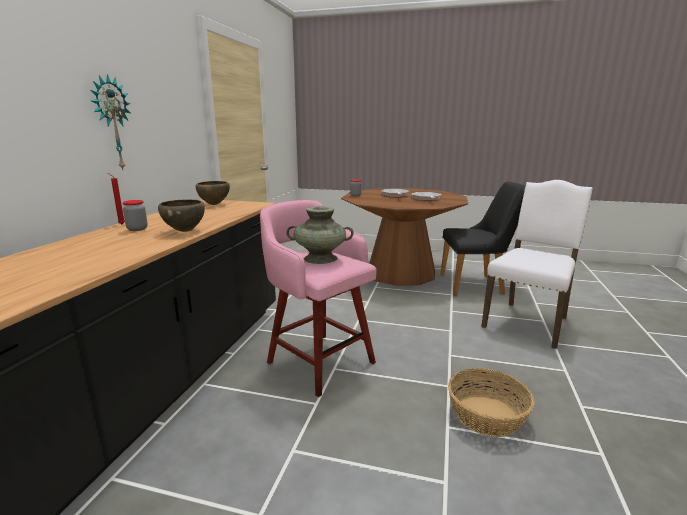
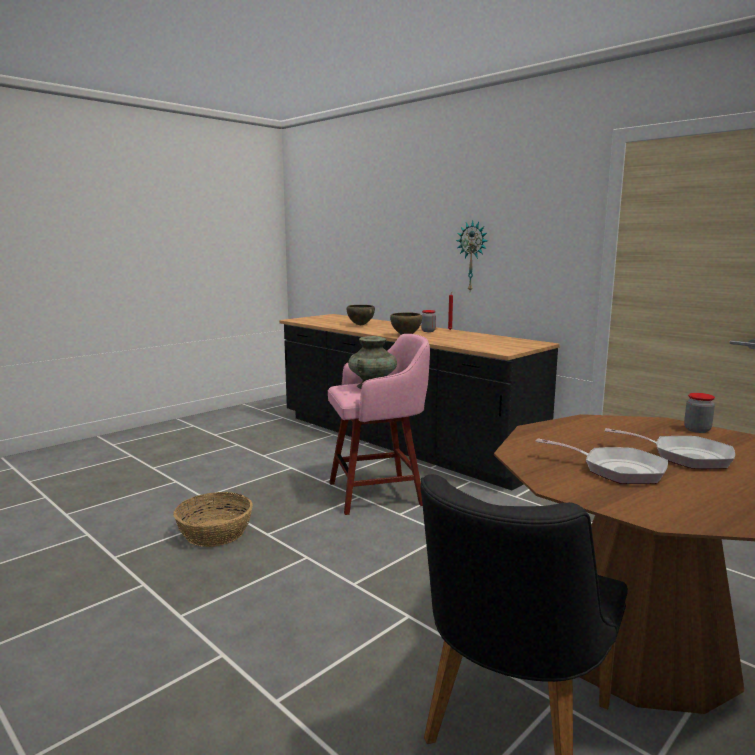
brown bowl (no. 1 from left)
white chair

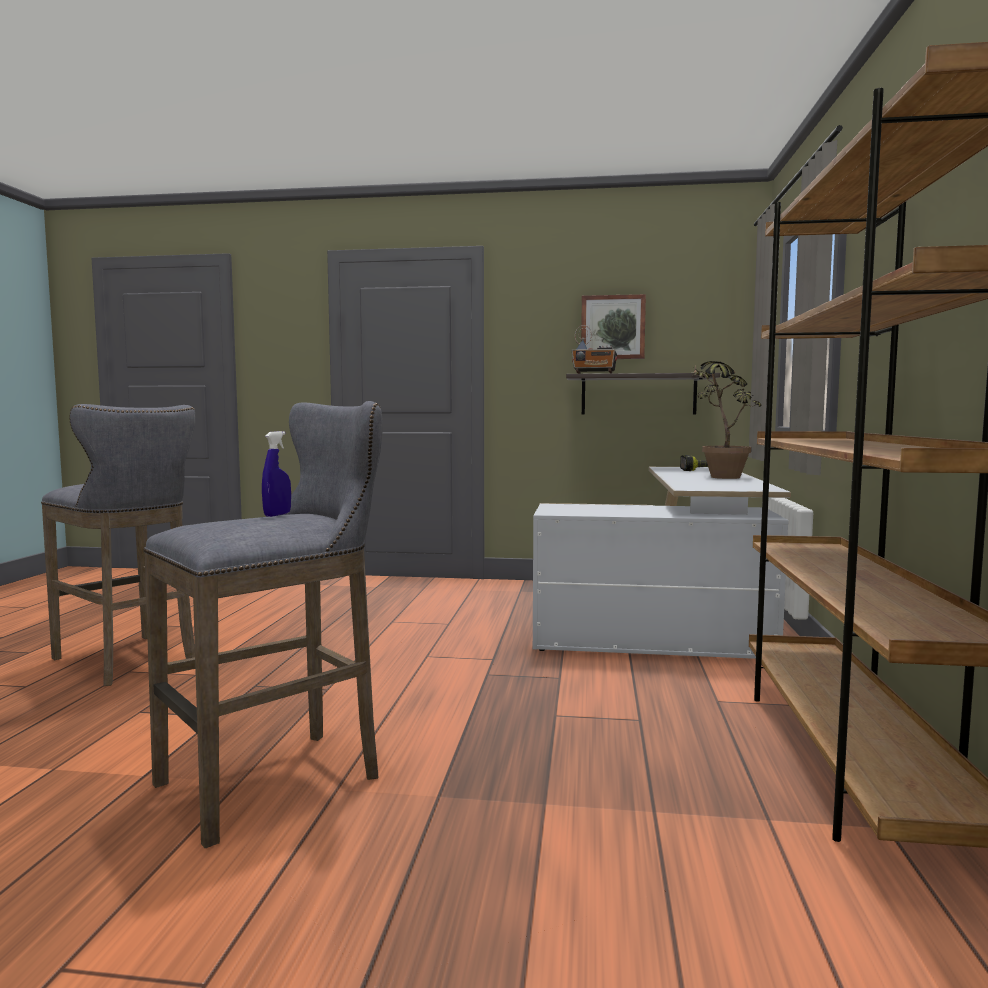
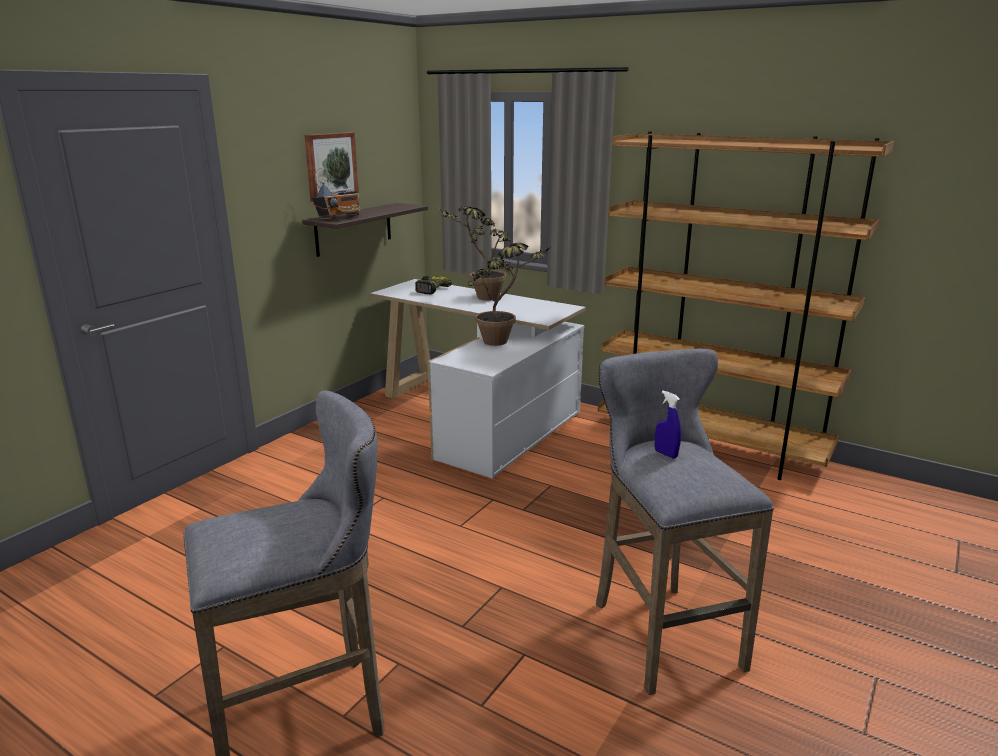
potted plant (no. 2 from left)

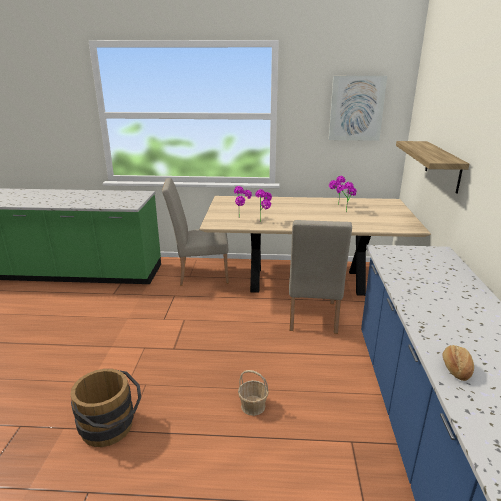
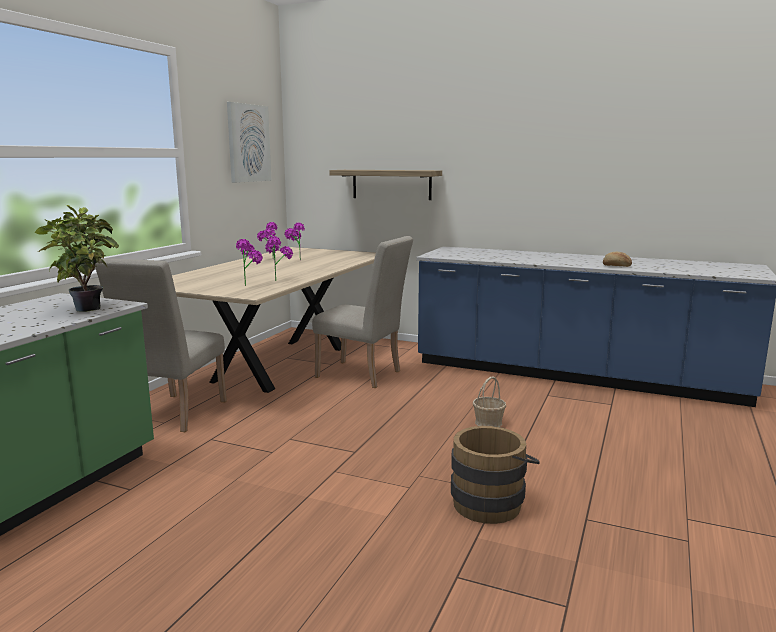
potted plant (no. 1 from left)

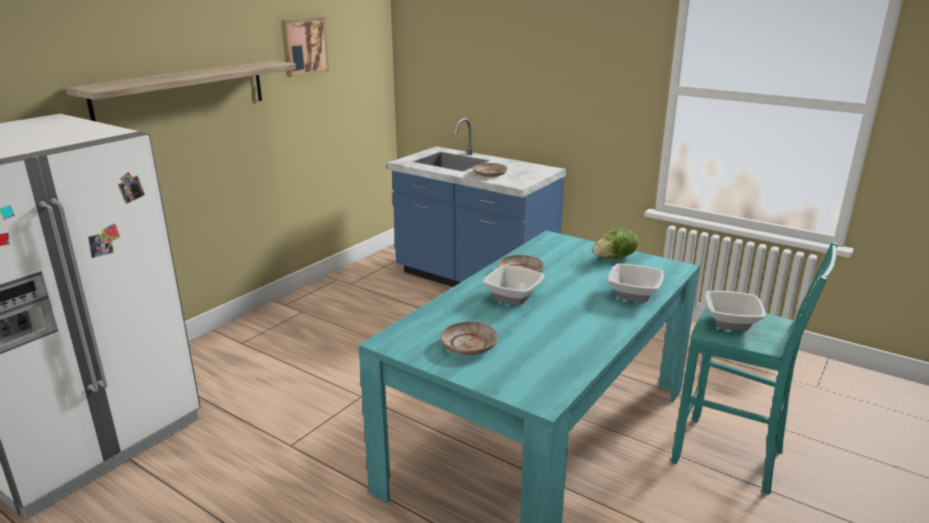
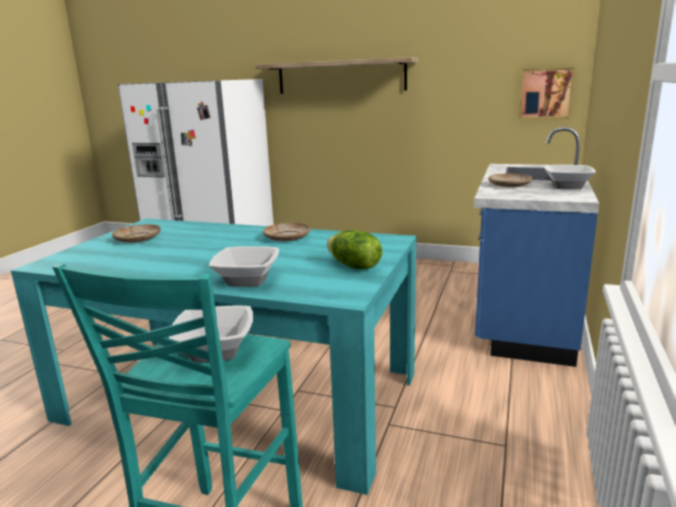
picture
bowl (no. 3 from left)

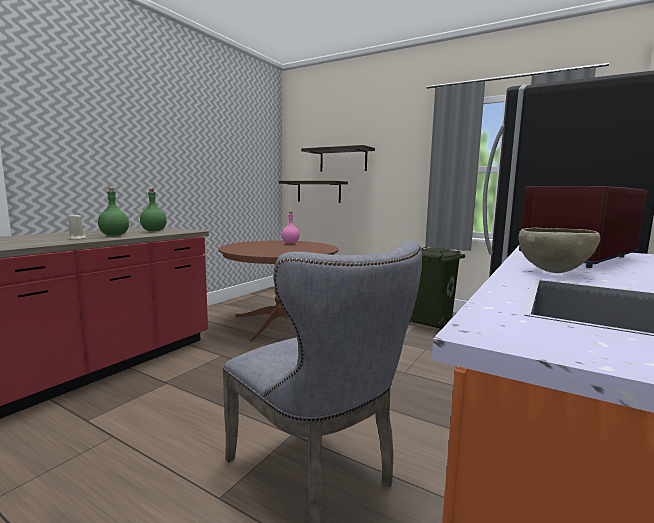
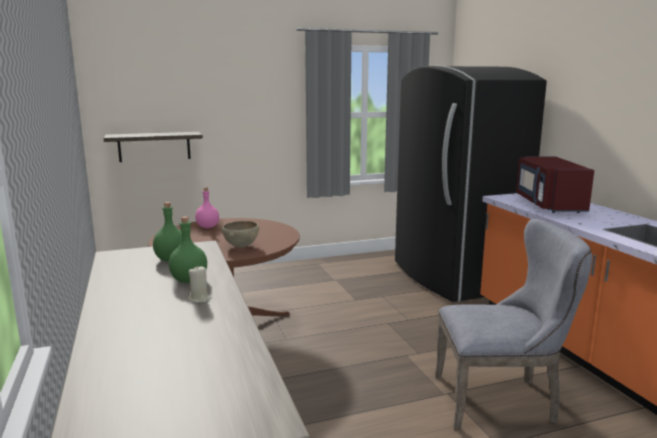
brown bowl
shelf (no. 2 from left in the first image)
green trash can

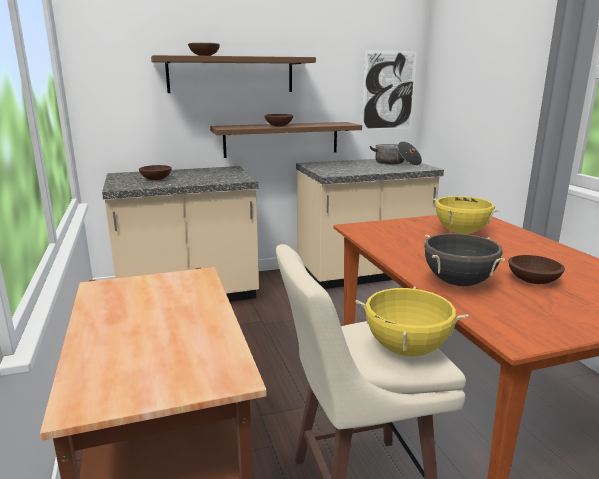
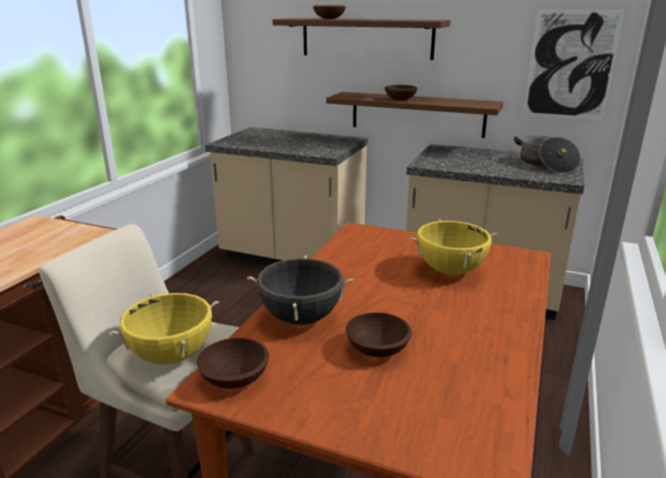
brown bowl (no. 1 from left)

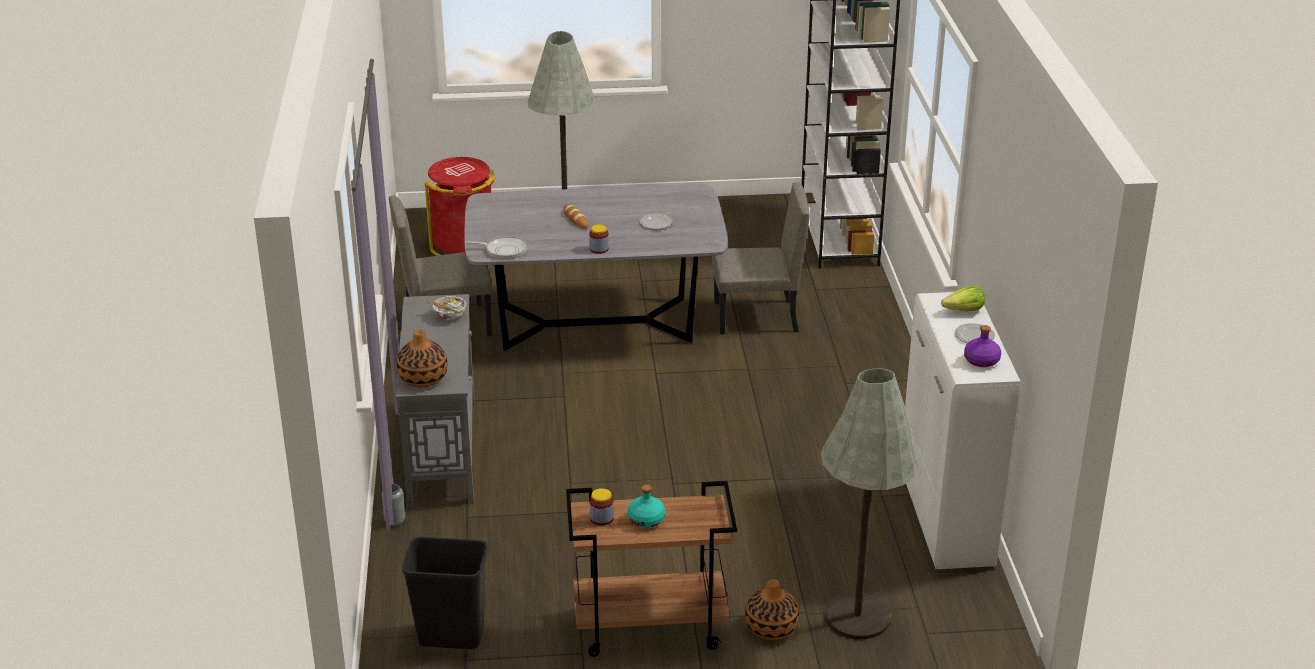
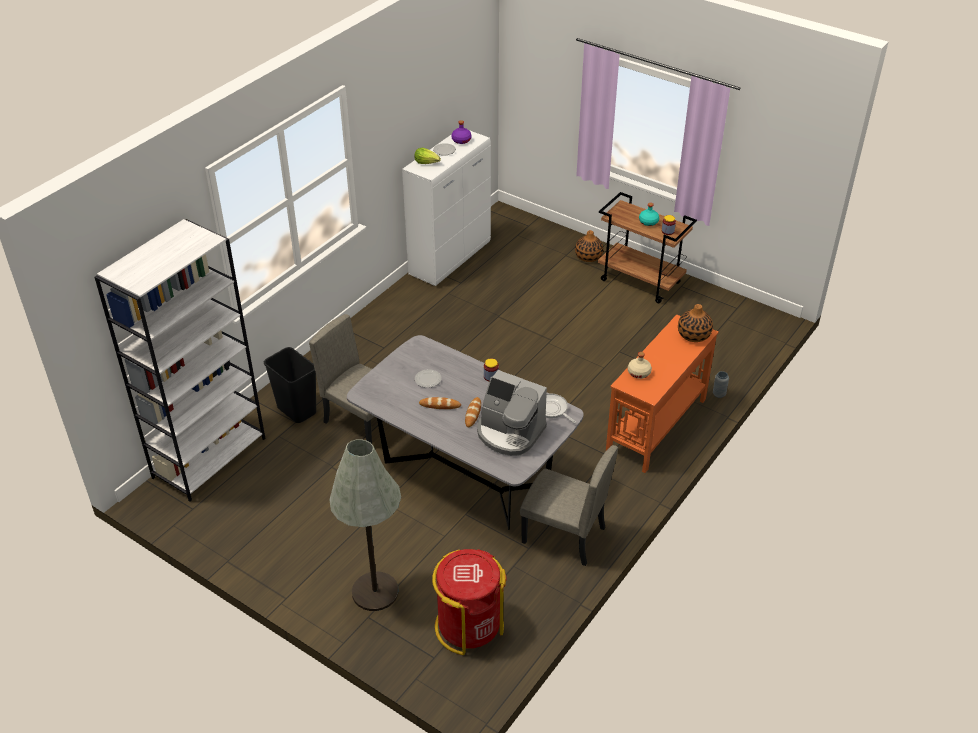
black trash can
bread (no. 1 from left)
coffee machine
orange console table
beige bottle
grey floor lamp (no. 2 from left in the first image)

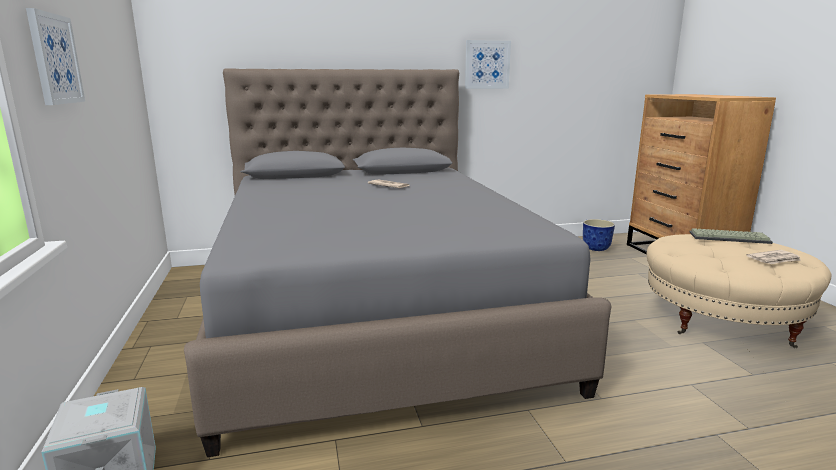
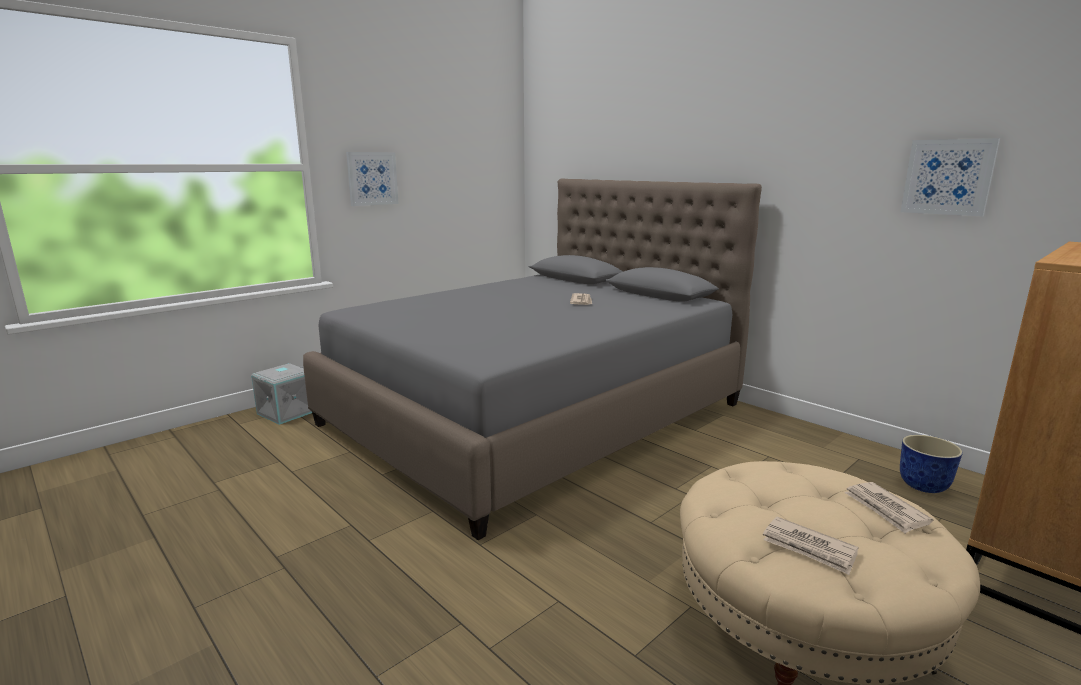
newspaper (no. 3 from left)
picture (no. 2 from left)

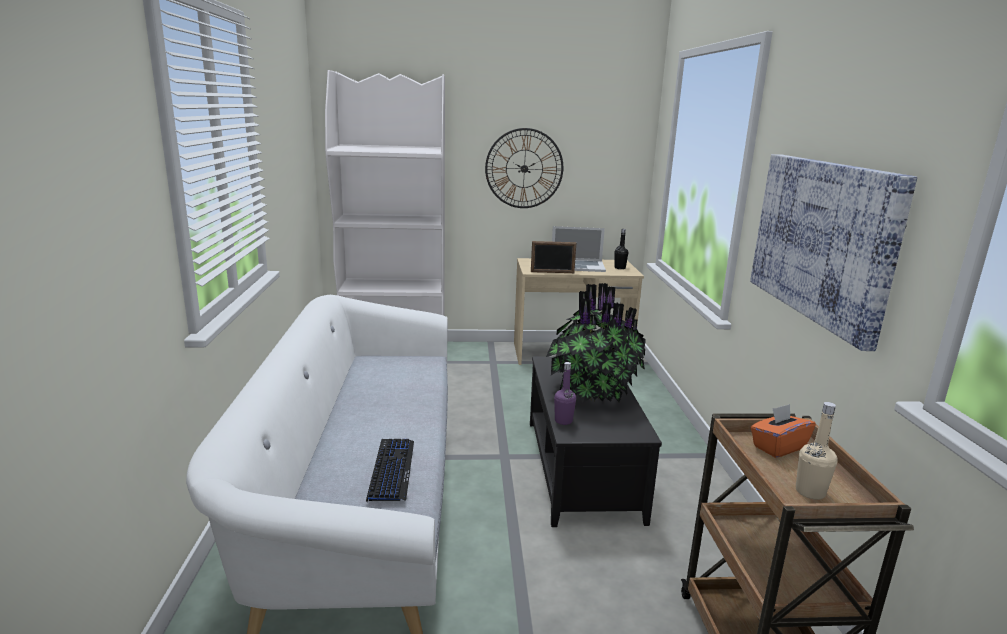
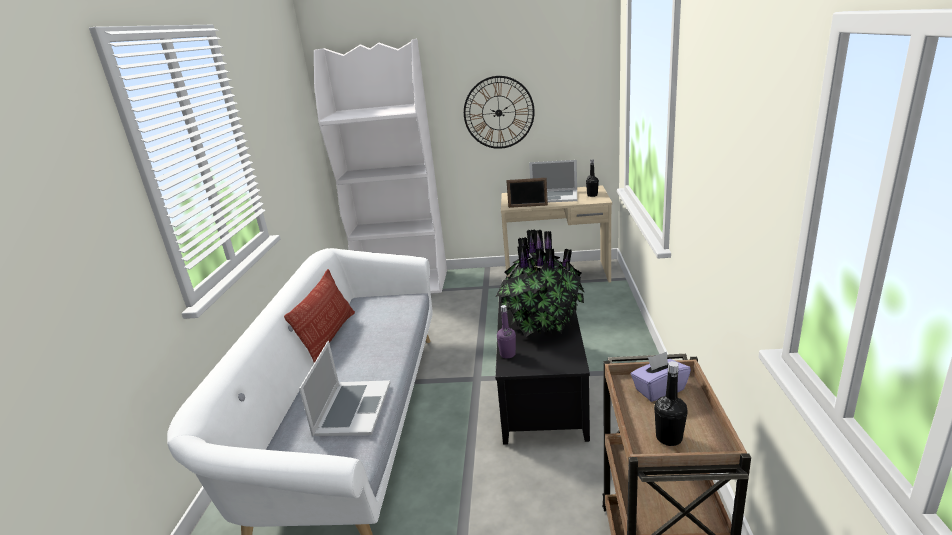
pillow
laptop (no. 1 from left)
purple tissue box
black bottle (no. 2 from left)
picture

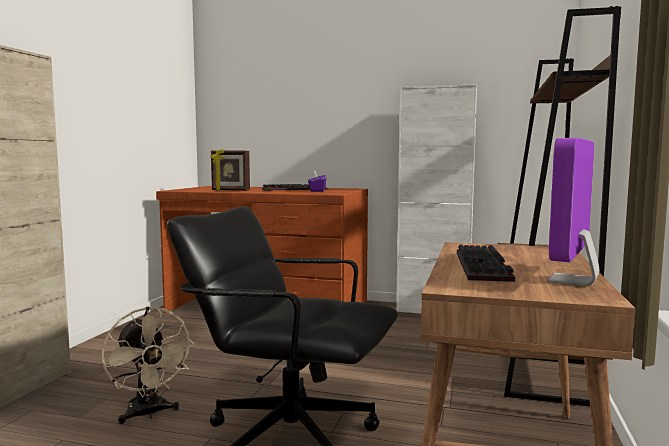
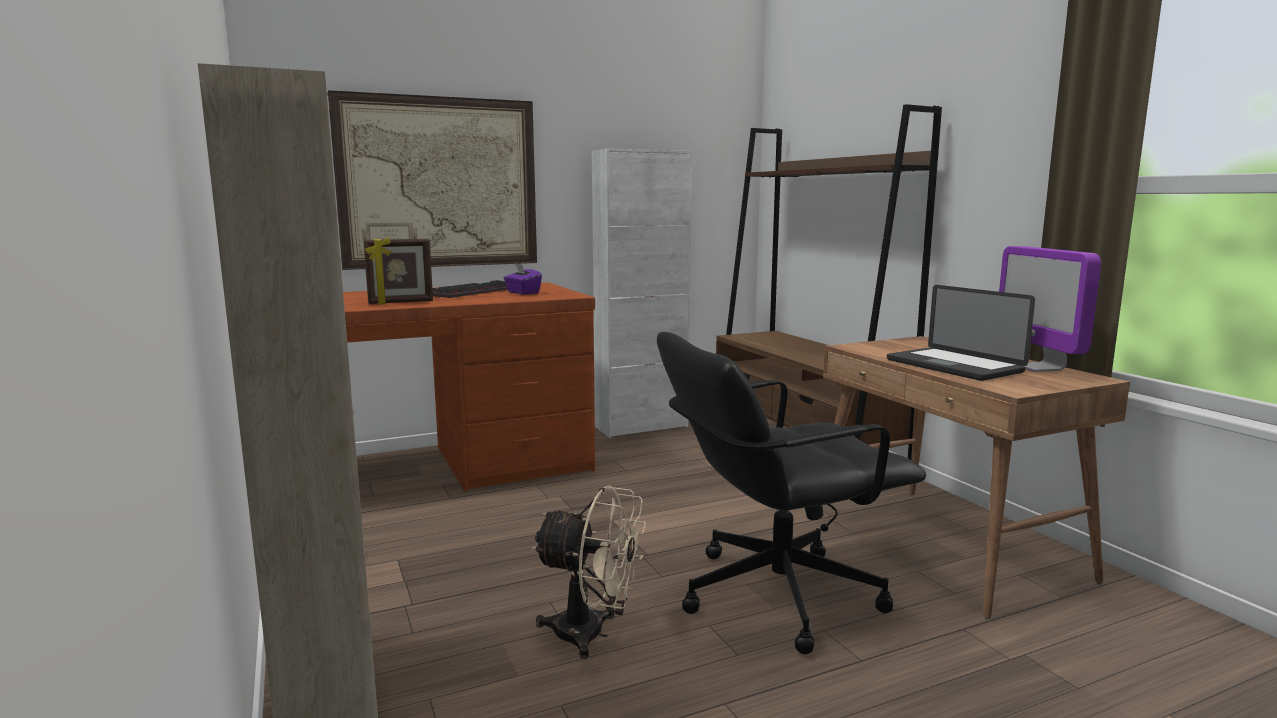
picture
laptop

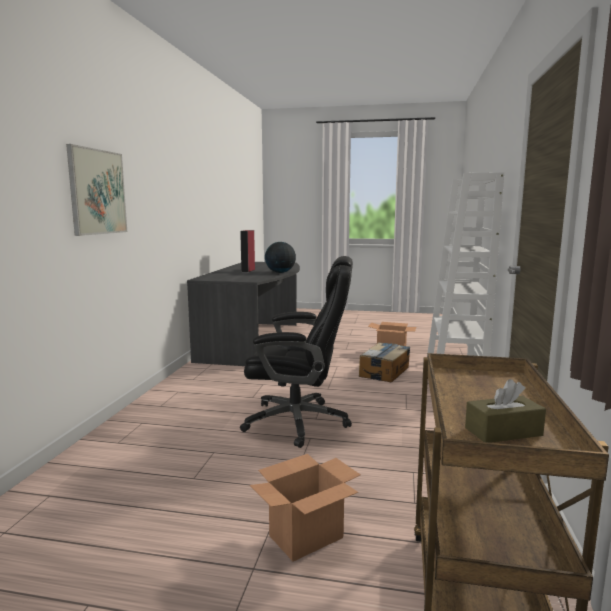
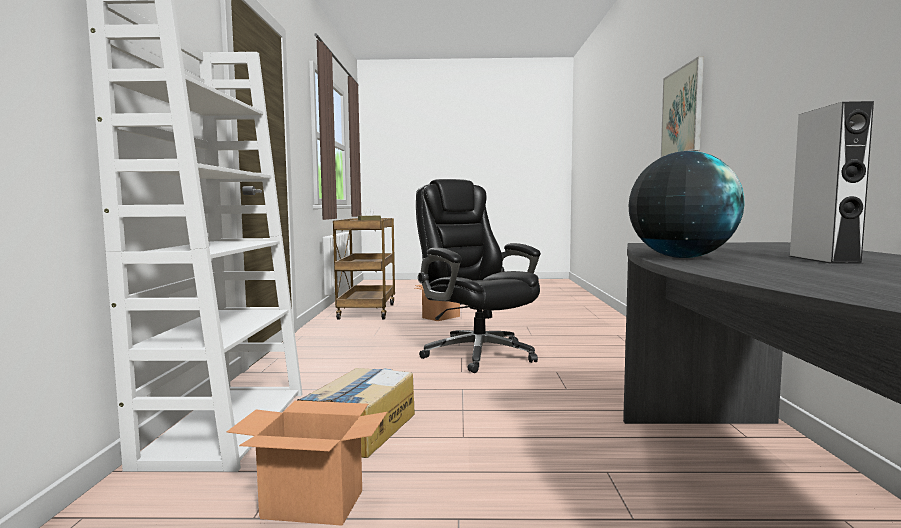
black office chair
grey speaker

